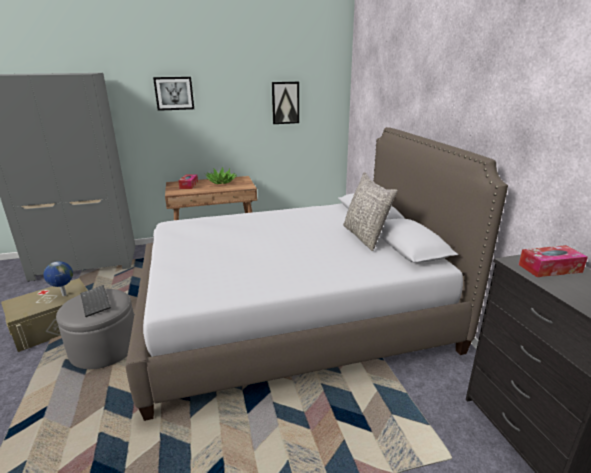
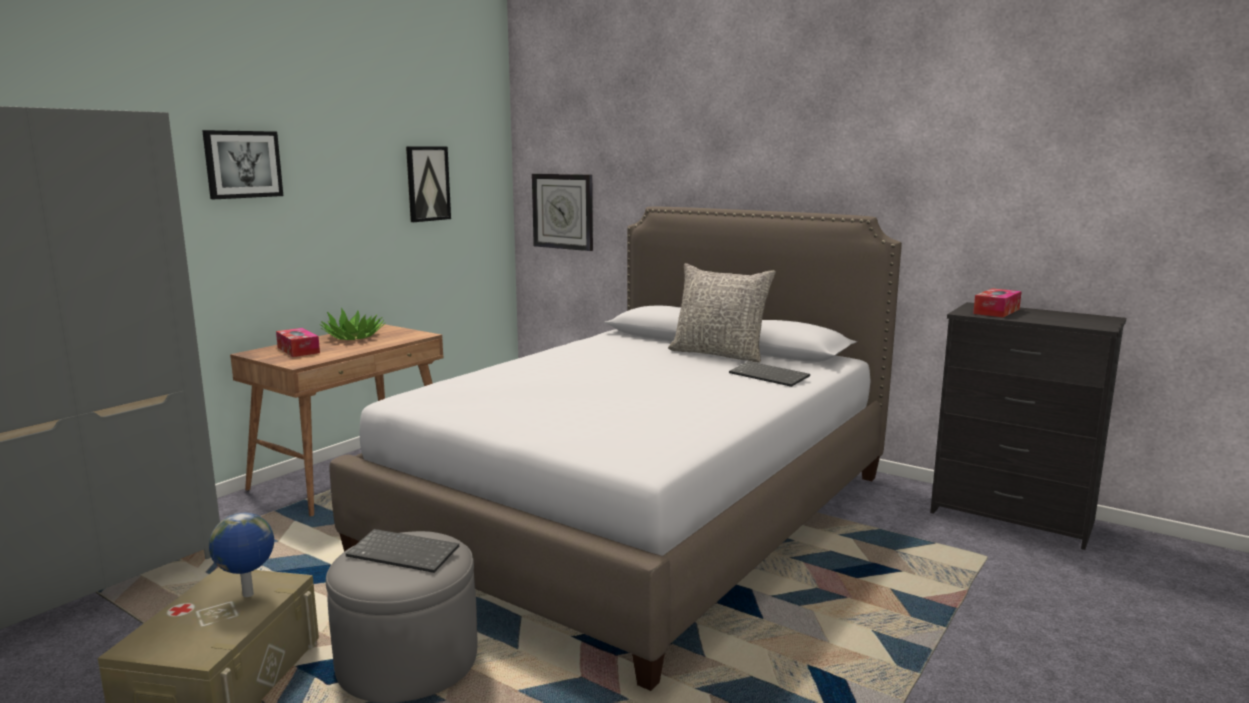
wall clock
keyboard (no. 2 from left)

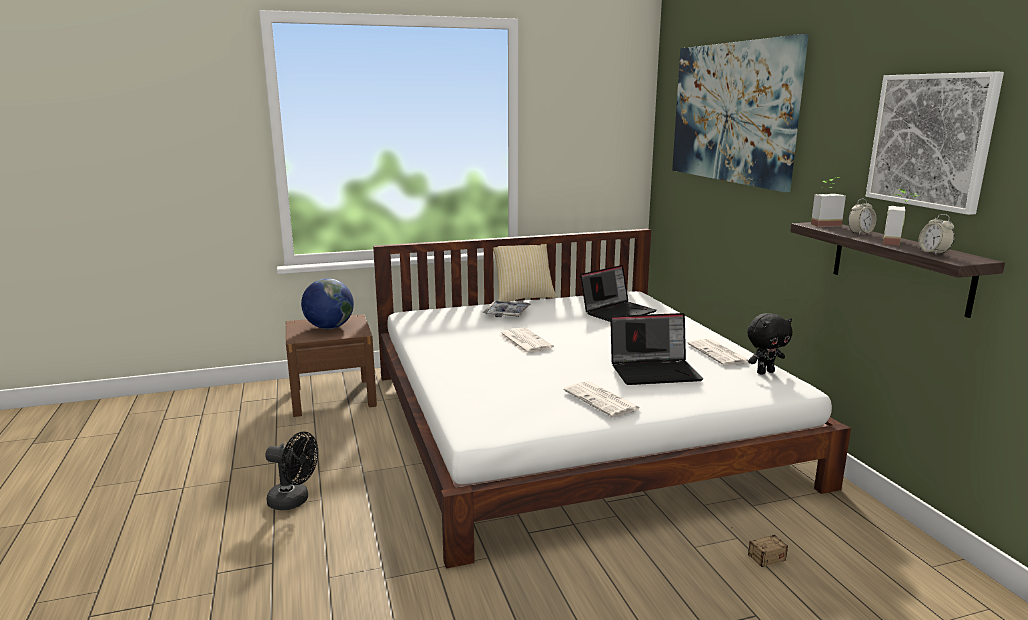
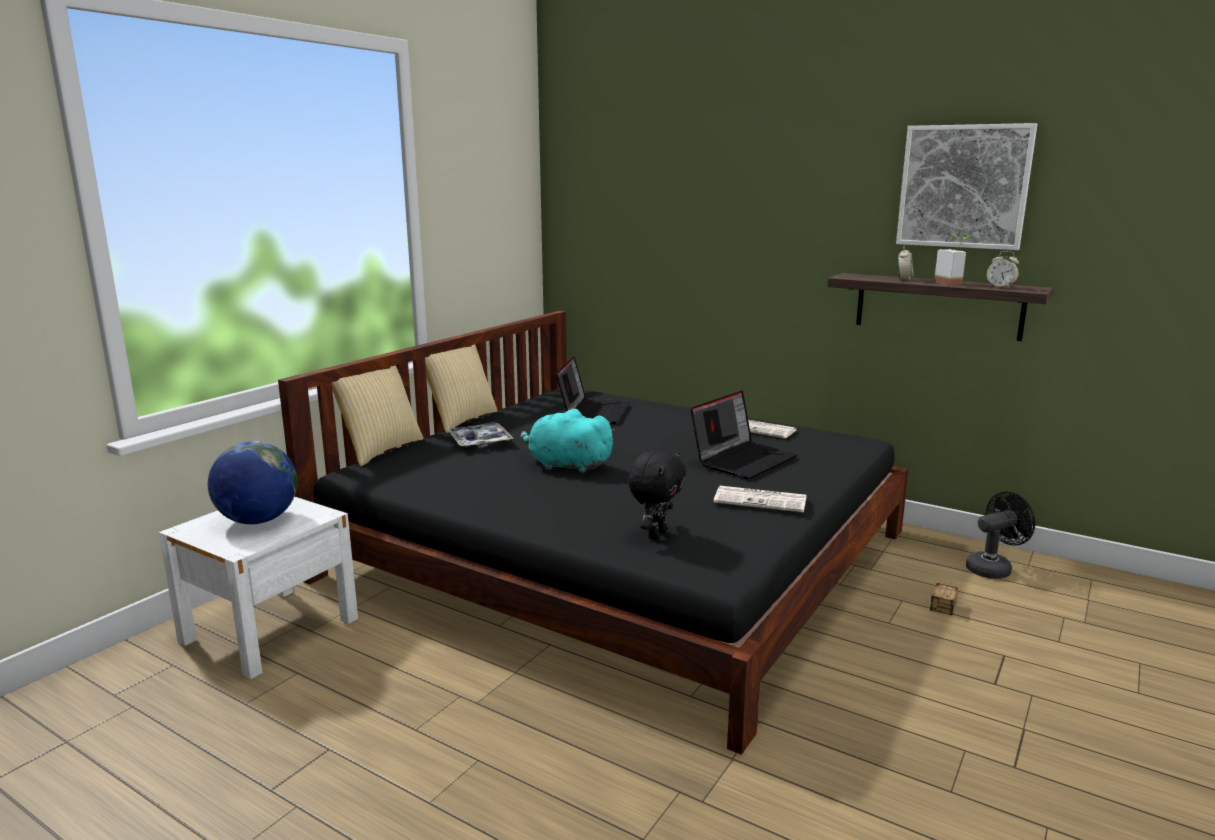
white nightstand
black bed
pillow (no. 1 from left)
turquoise plush toy
black plush toy
black fan
picture (no. 1 from left in the first image)
potted plant (no. 1 from left in the first image)

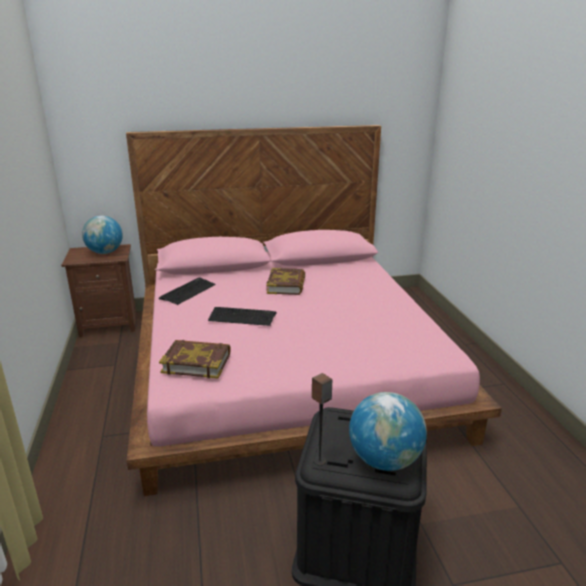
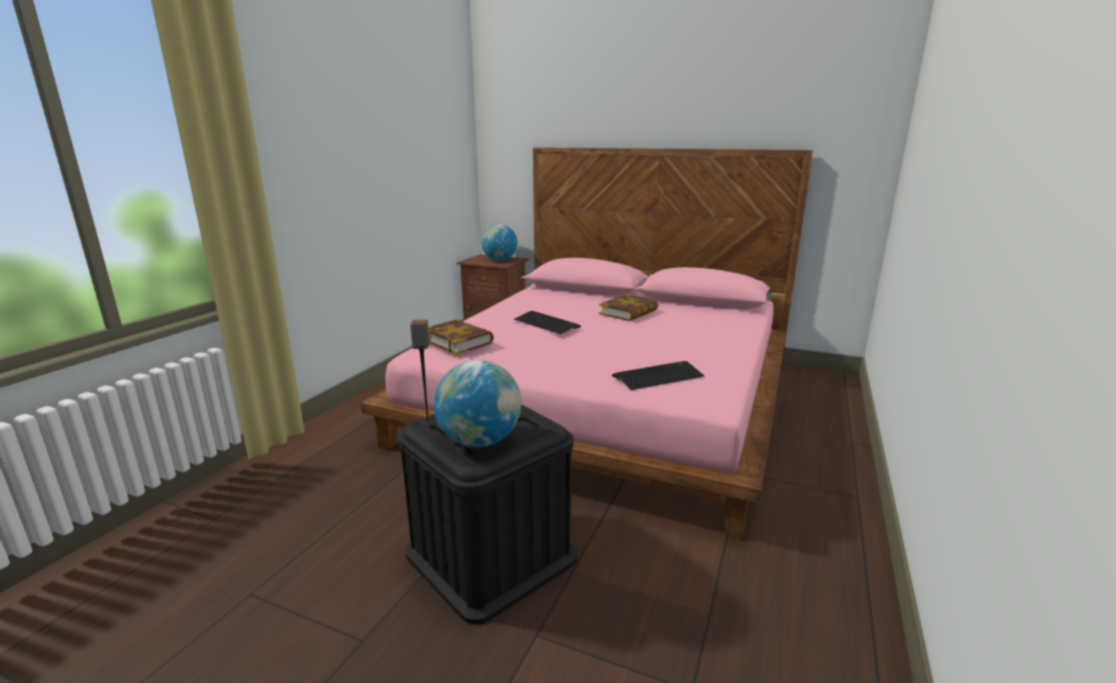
keyboard (no. 2 from left)

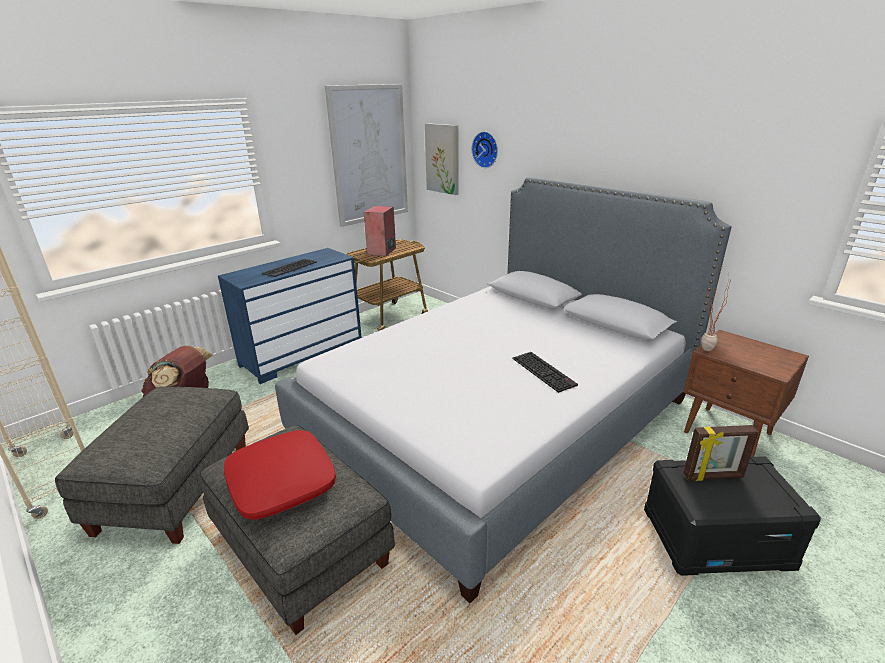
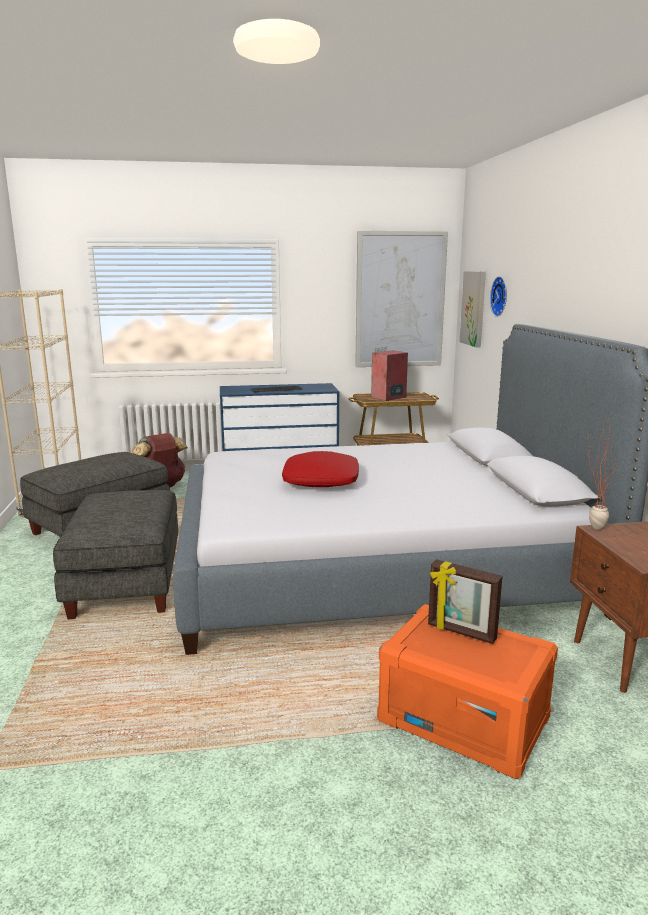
red pillow
orange storage box
keyboard (no. 2 from left in the first image)

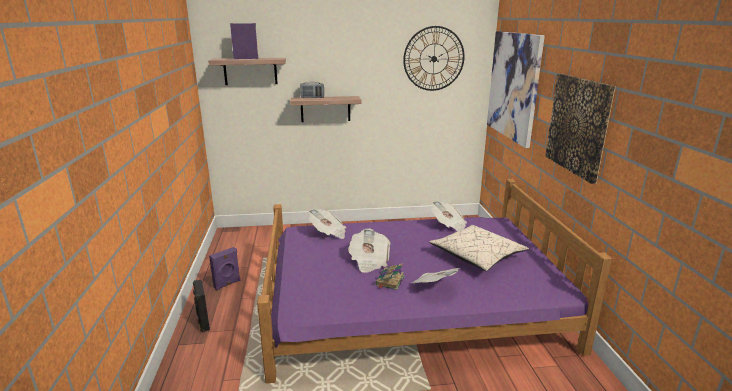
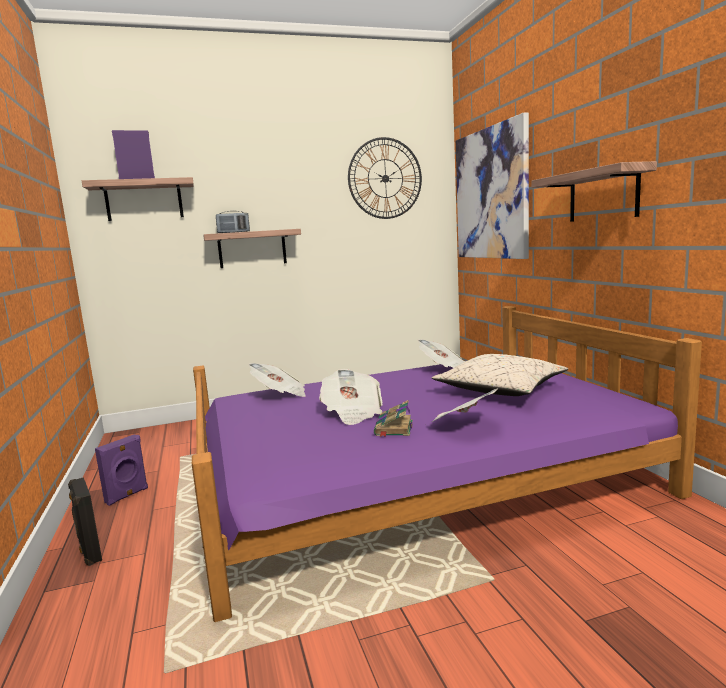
shelf (no. 3 from left)

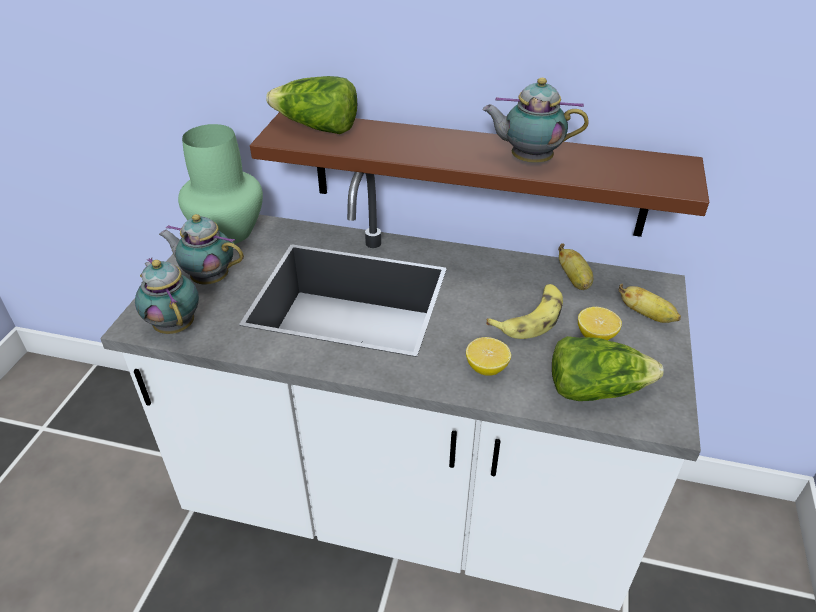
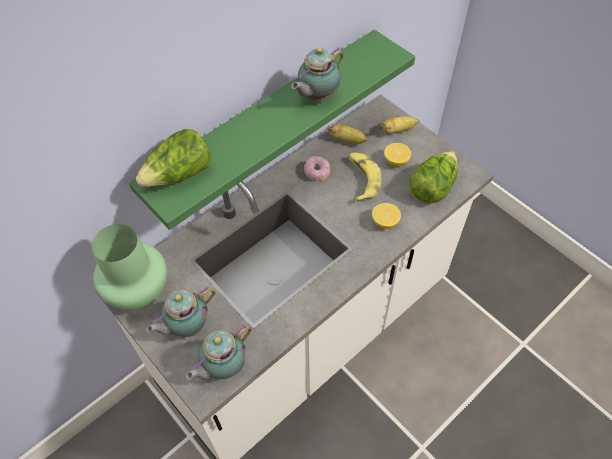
green shelf
teapot (no. 2 from left)
donut

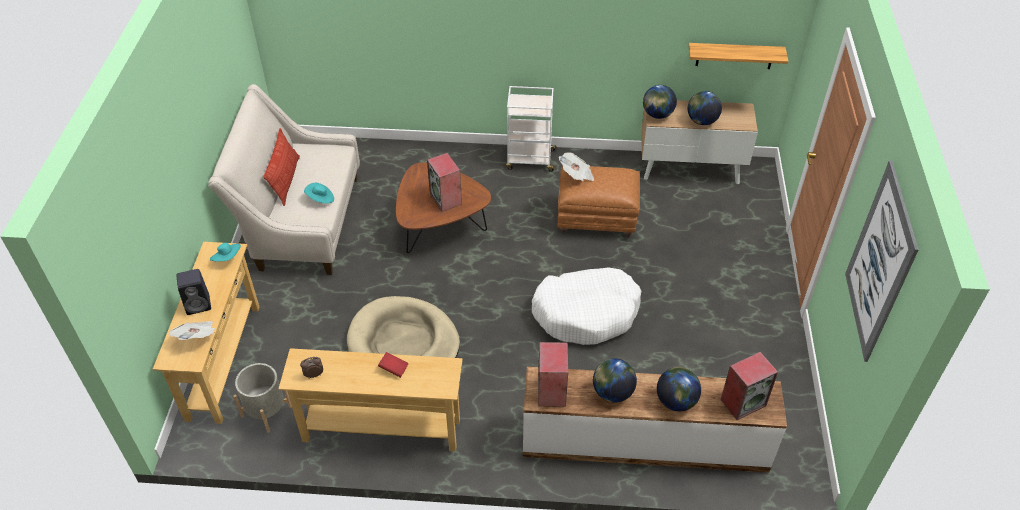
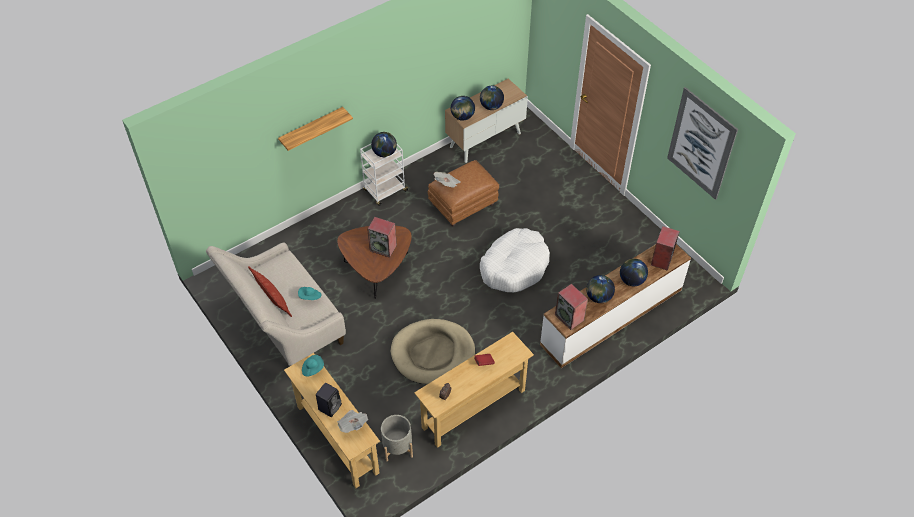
shelf
globe (no. 1 from left)

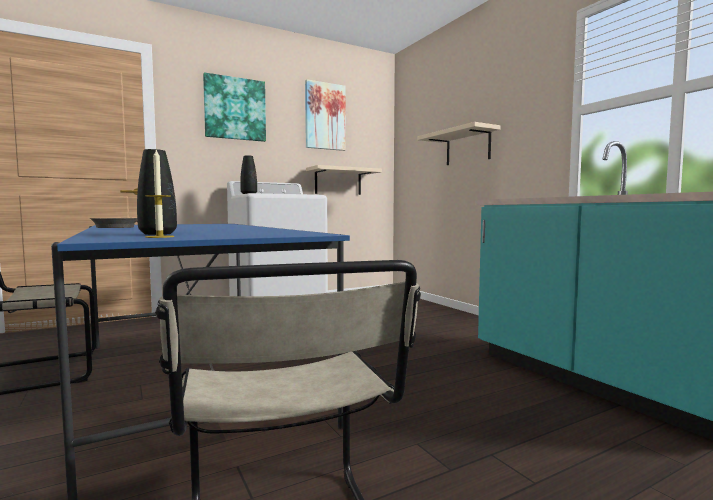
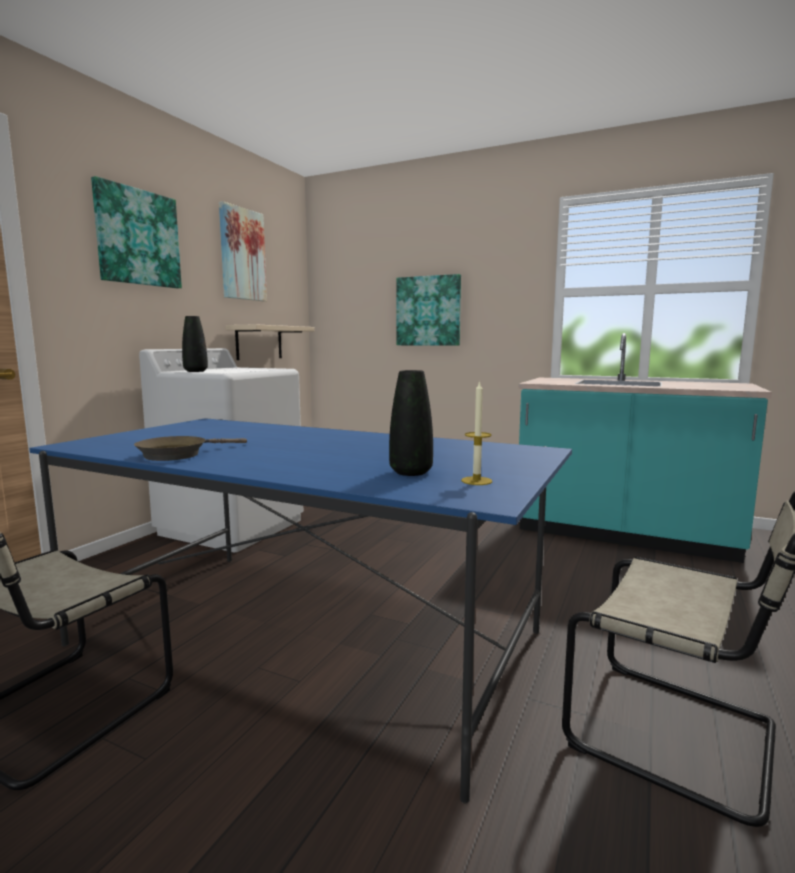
picture (no. 3 from left)

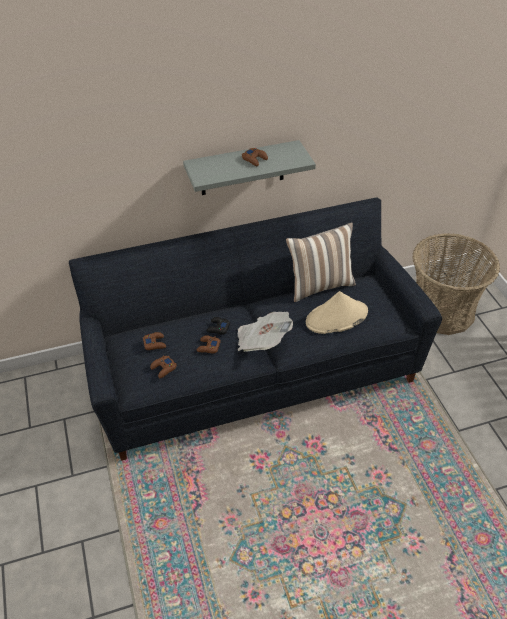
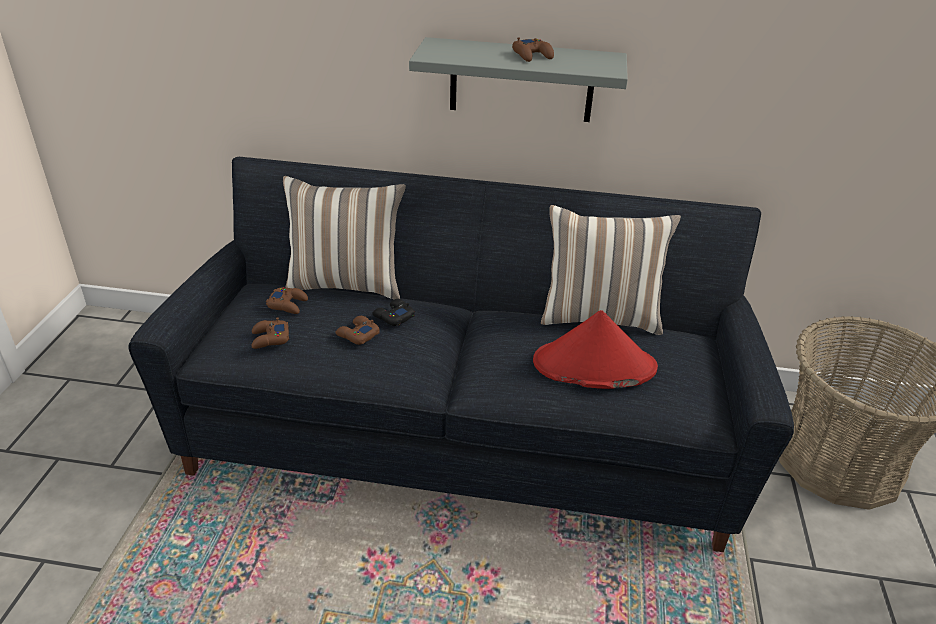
pillow (no. 1 from left)
red hat
newspaper

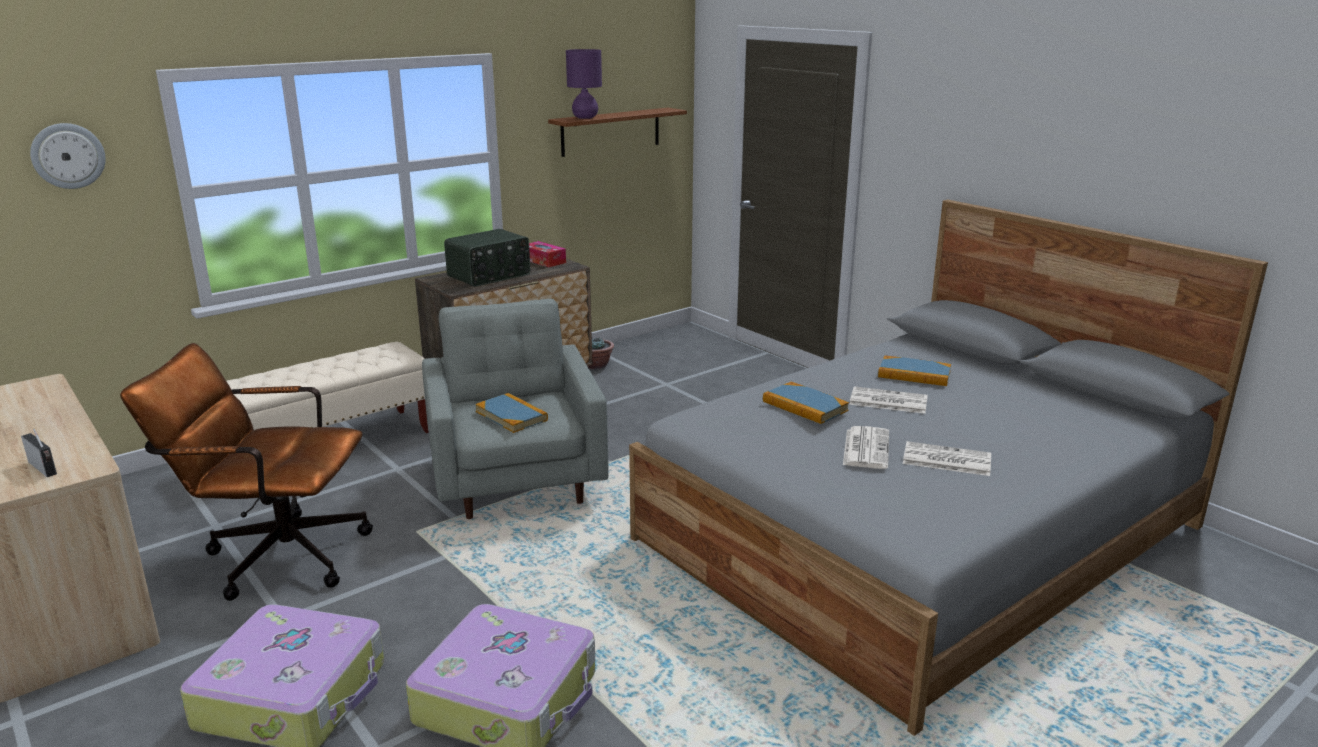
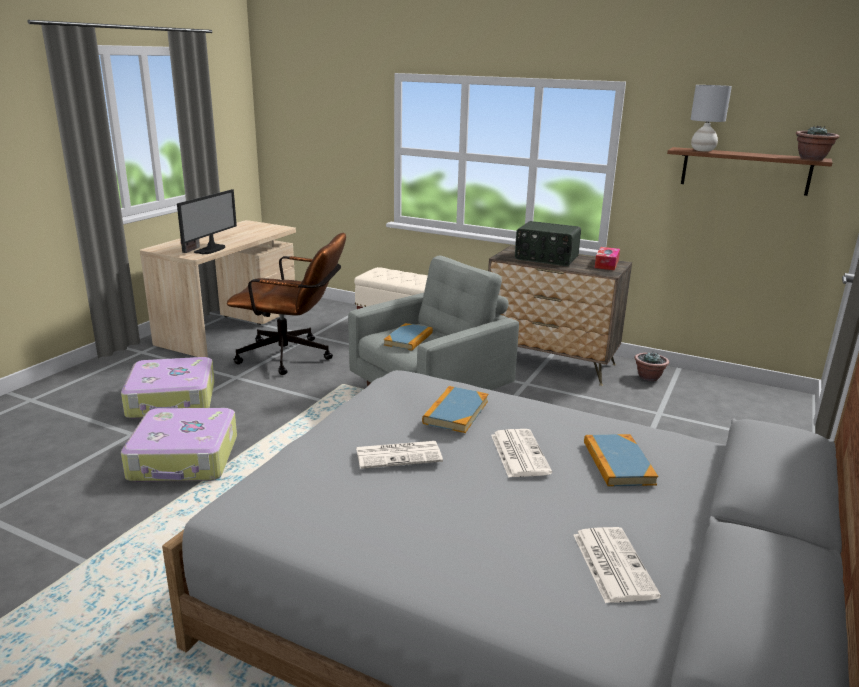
monitor
brown office chair
newspaper (no. 3 from left)
grey table lamp
potted plant (no. 2 from left)
wall clock

